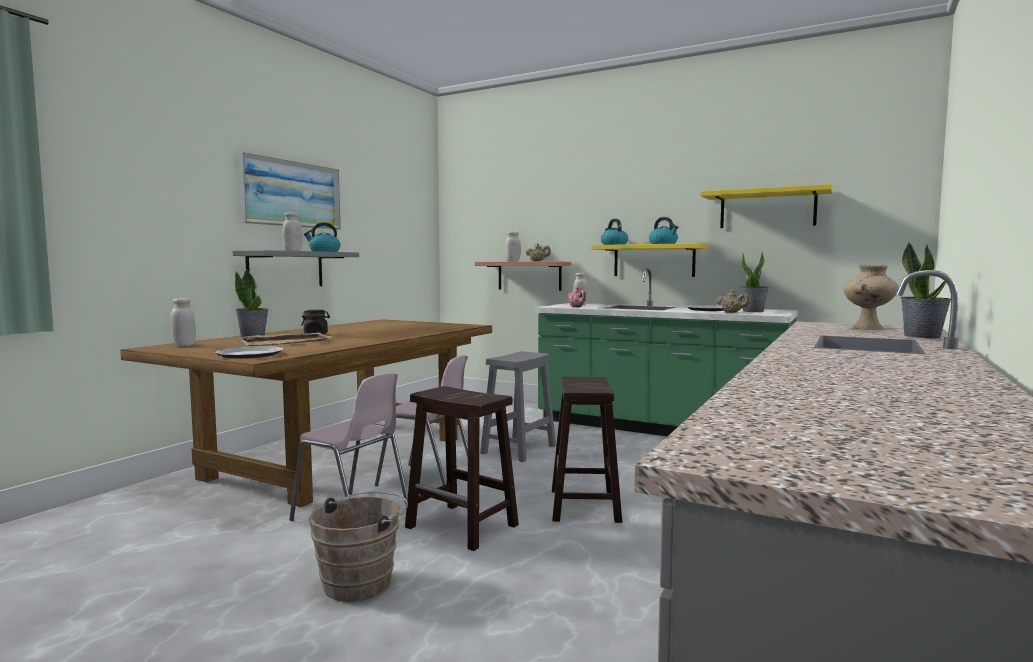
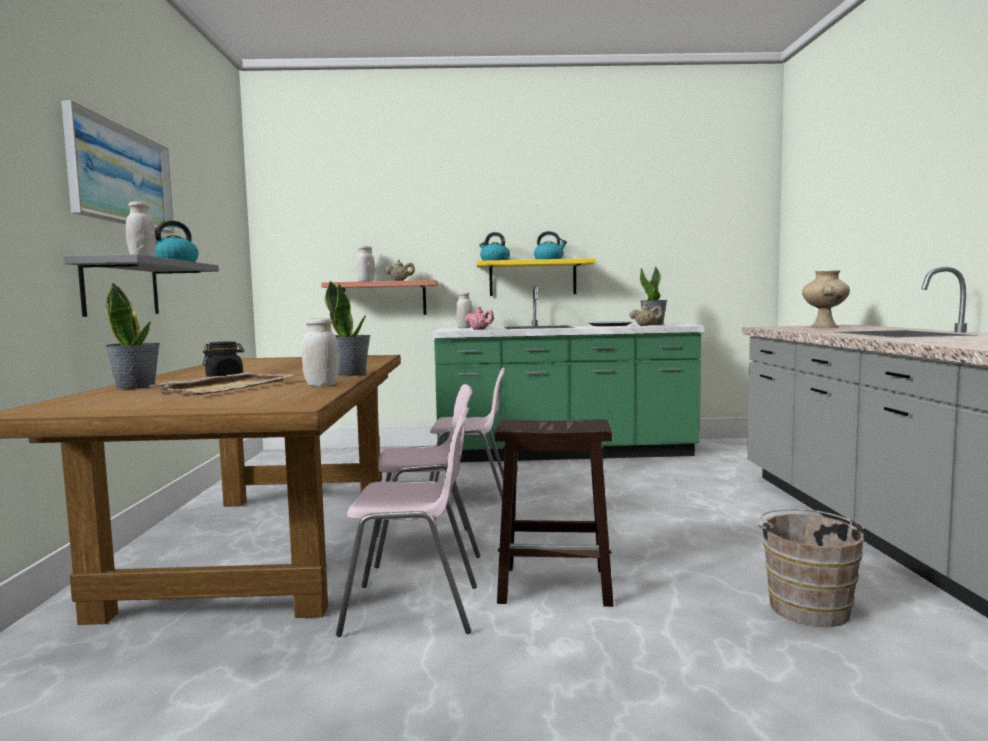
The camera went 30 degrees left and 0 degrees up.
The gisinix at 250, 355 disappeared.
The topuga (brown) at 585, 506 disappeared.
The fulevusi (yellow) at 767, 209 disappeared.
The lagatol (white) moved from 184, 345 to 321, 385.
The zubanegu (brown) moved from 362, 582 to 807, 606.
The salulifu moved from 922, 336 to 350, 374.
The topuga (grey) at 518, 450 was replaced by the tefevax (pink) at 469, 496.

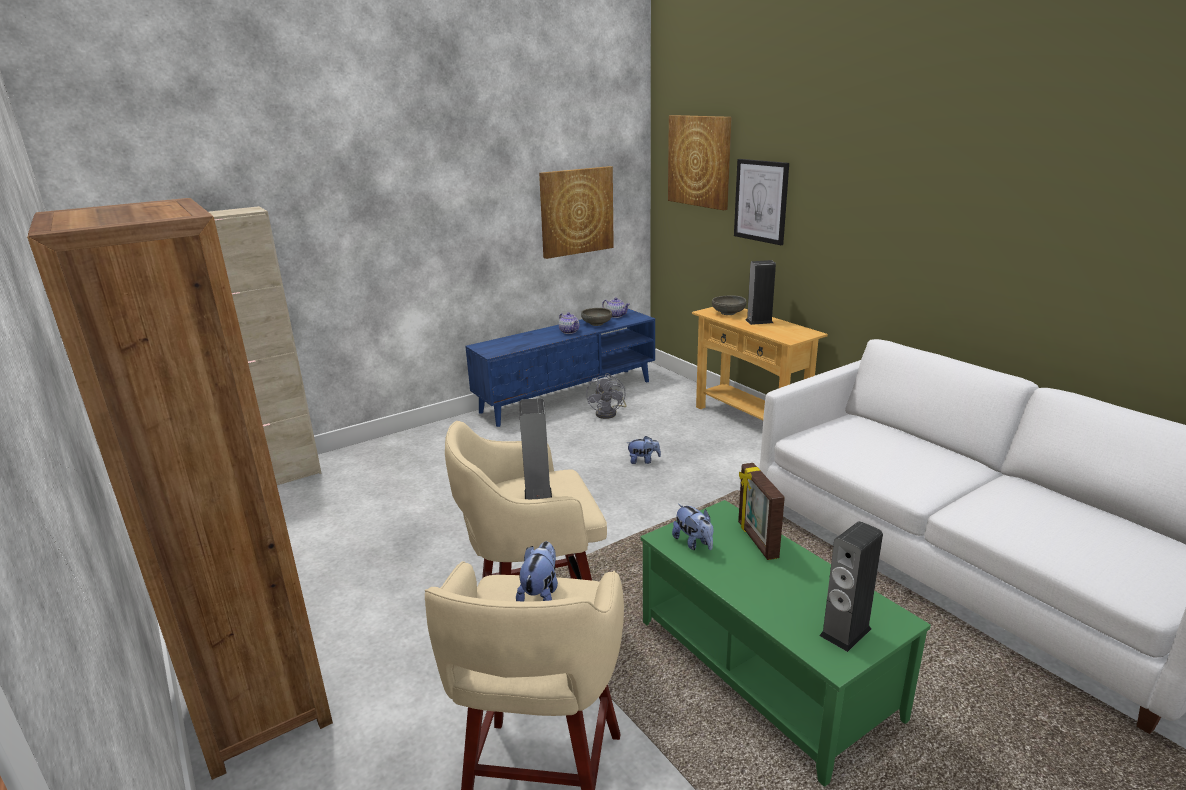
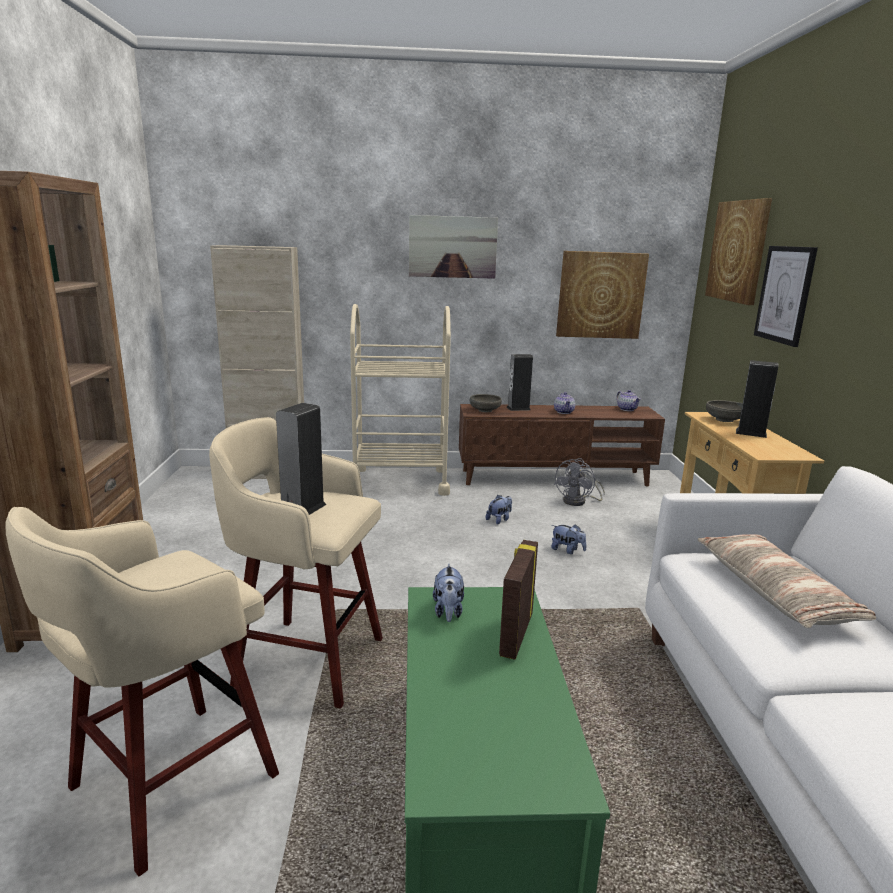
The camera went 30 degrees right and 5 degrees down.
The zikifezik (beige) at 400, 481 appeared.
The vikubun at 452, 247 appeared.
The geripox at 774, 592 appeared.
The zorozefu moved from 540, 594 to 499, 520.
The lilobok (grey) moved from 596, 324 to 485, 410.
The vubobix moved from 845, 632 to 518, 408.
The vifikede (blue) at 567, 396 became the vifikede (brown) at 554, 478.

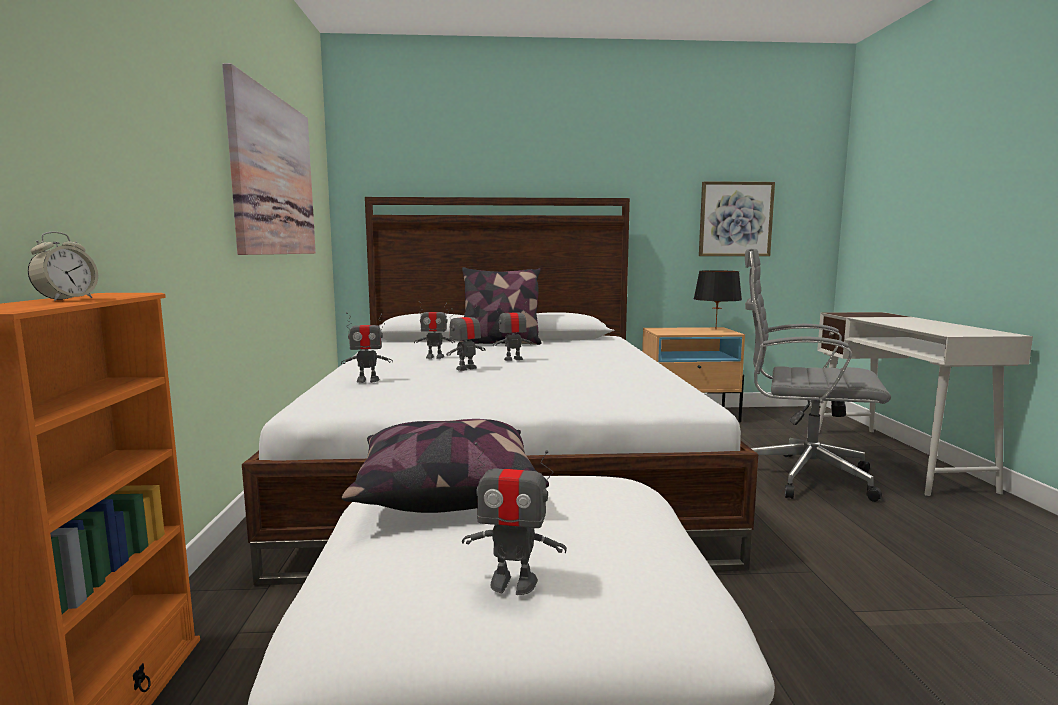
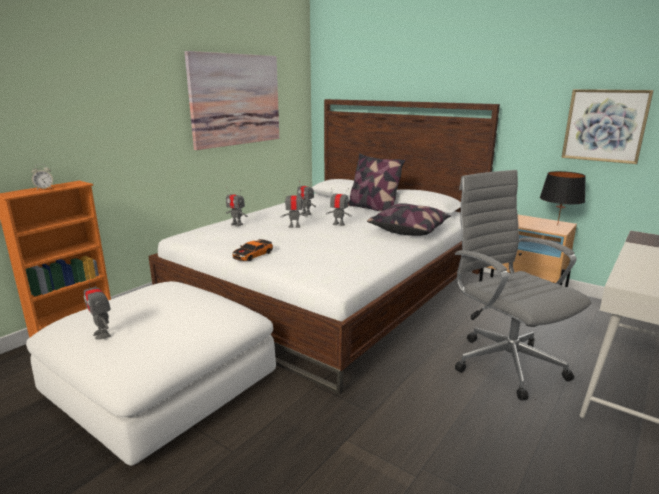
The camera went 40 degrees right and 10 degrees up.
The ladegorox at 253, 255 appeared.
The geripox moved from 446, 491 to 409, 230.

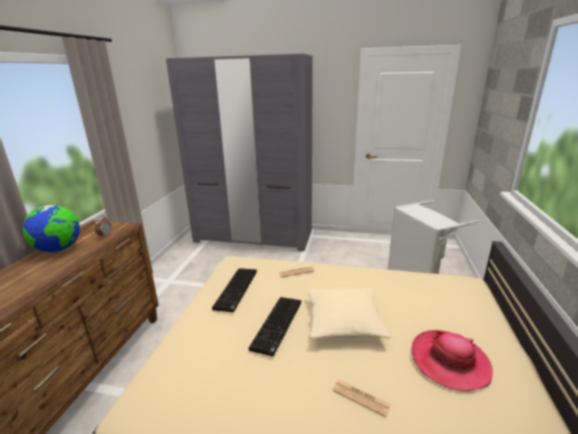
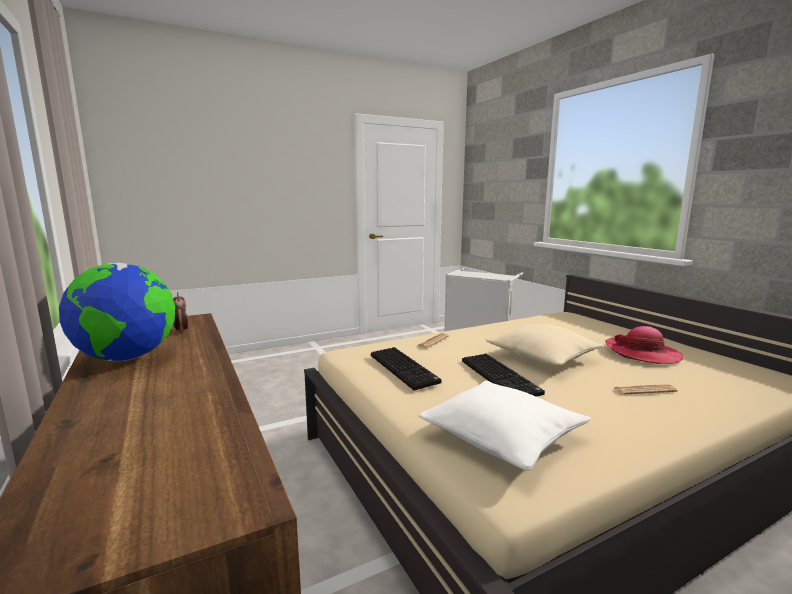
The camera went 40 degrees left and 10 degrees down.
The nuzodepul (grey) at 253, 236 disappeared.
The geripox (white) at 502, 438 appeared.

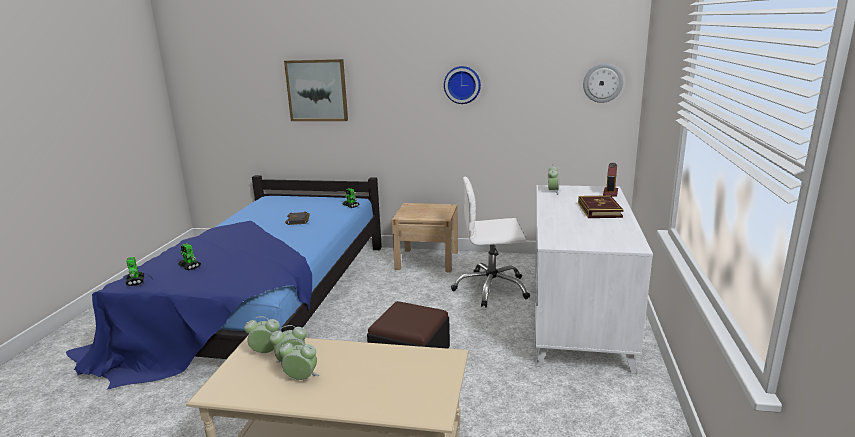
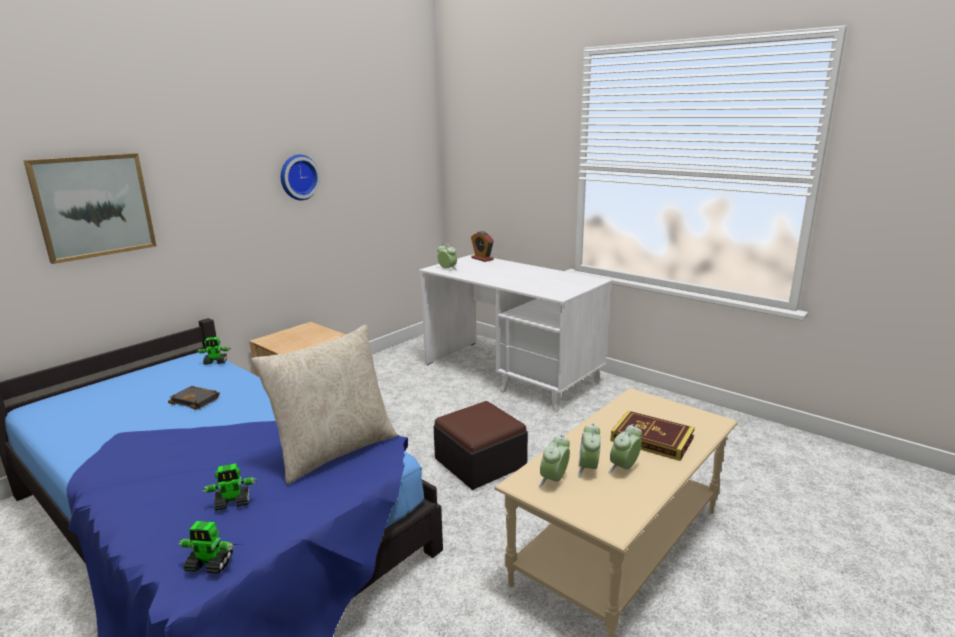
The camera went 60 degrees left and 0 degrees up.
The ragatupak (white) at 491, 289 disappeared.
The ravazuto at 602, 83 disappeared.
The geripox (beige) at 334, 450 appeared.
The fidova moved from 599, 210 to 652, 439.

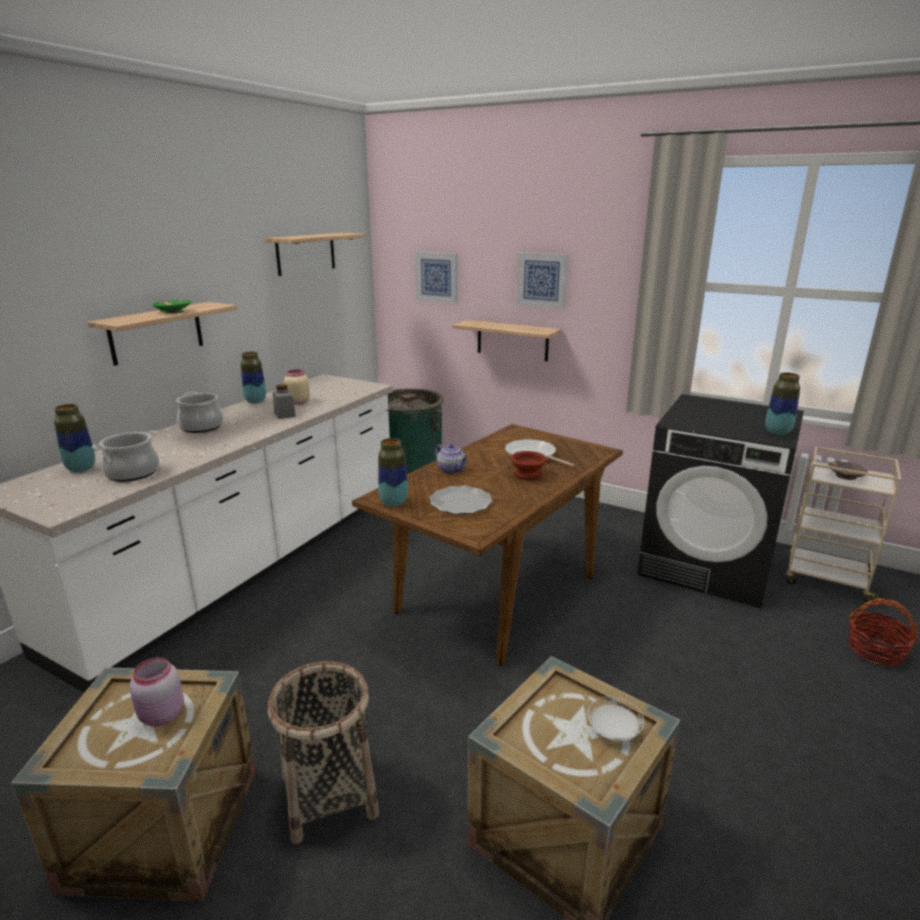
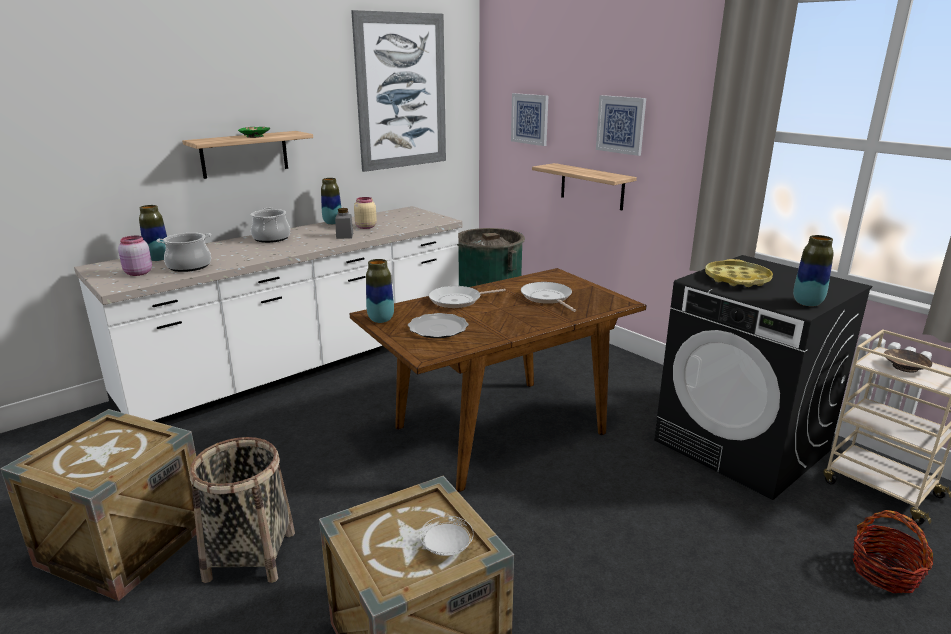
The camera went 20 degrees right and 0 degrees up.
The lilobok (brown) at 527, 475 disappeared.
The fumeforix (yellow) at 737, 279 appeared.
The lagatol (pink) moved from 161, 716 to 137, 273.
The fulevusi at 306, 253 was replaced by the vikubun at 402, 92.
The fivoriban at 452, 470 was replaced by the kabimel at 458, 300.

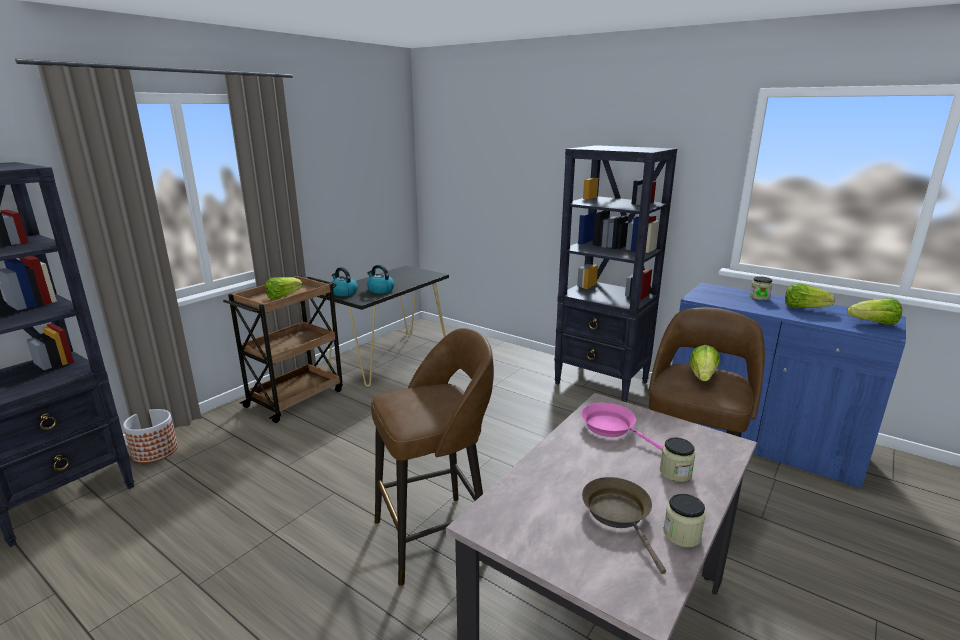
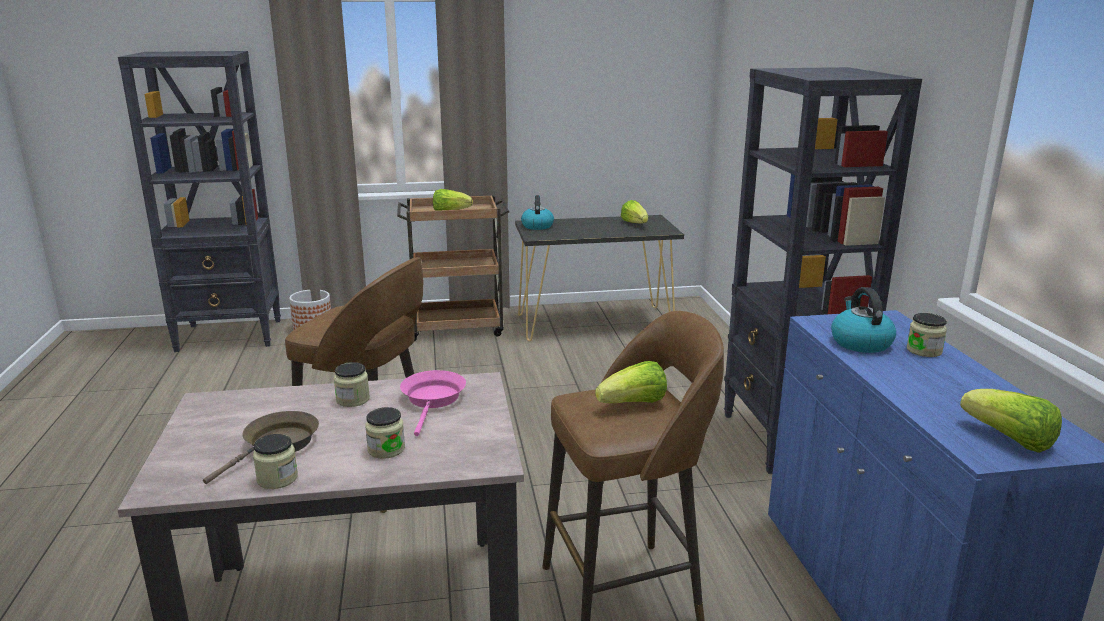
The camera went 45 degrees right and 0 degrees up.
The lagatol at 353, 400 appeared.
The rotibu moved from 380, 290 to 860, 342.
The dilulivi moved from 803, 308 to 635, 224.

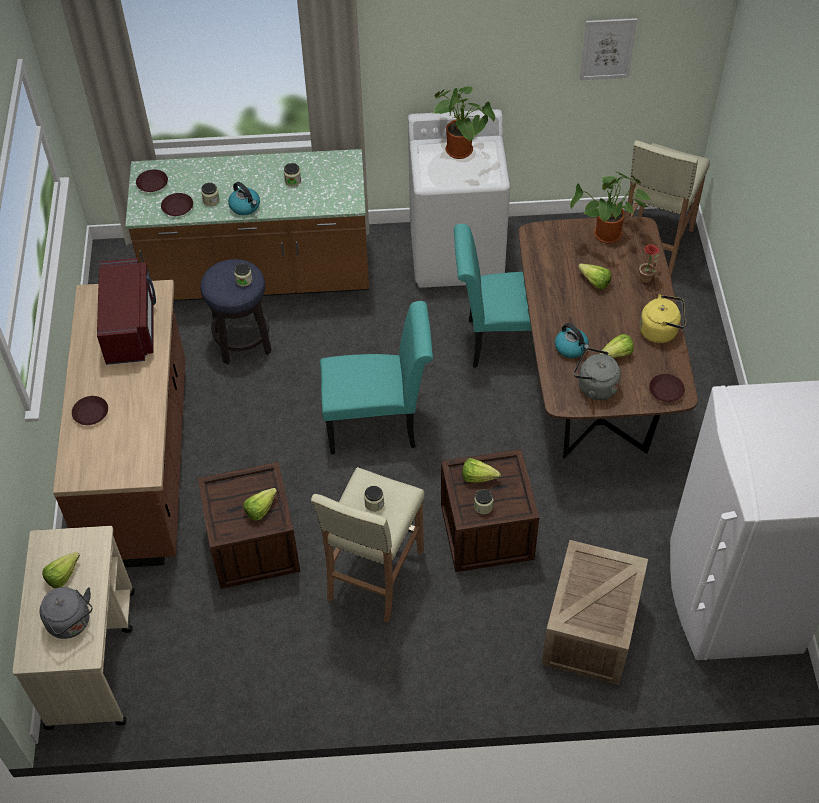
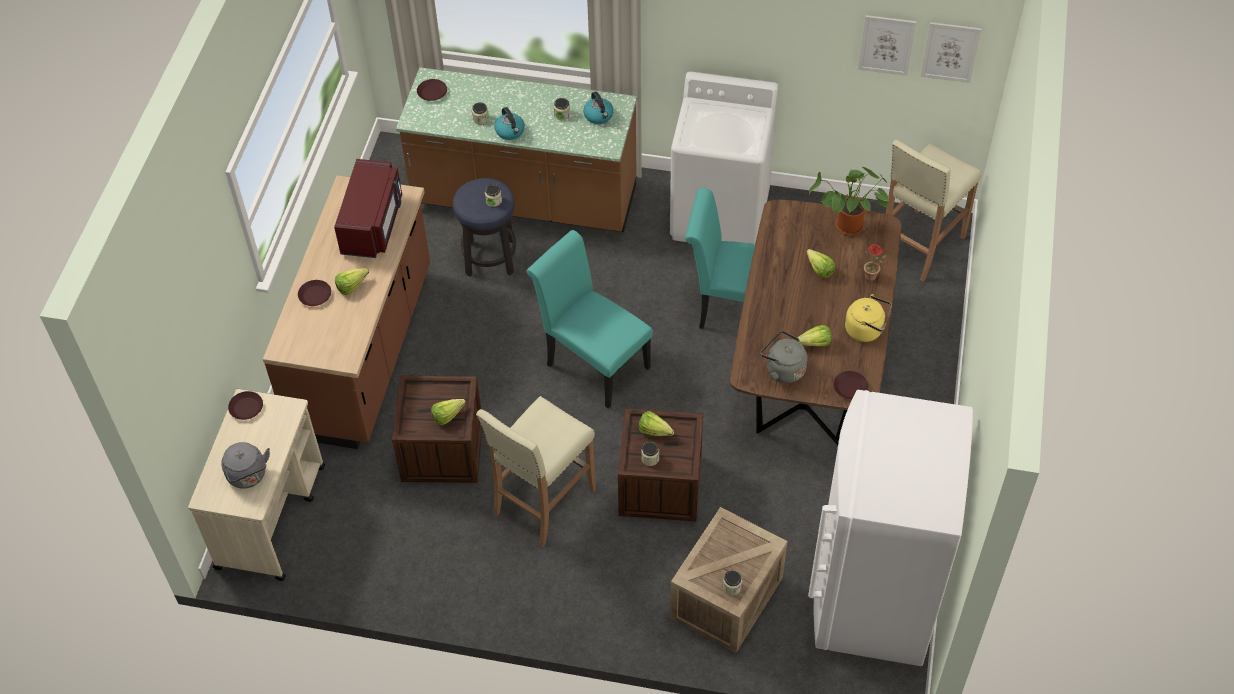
The camera went 15 degrees right and 0 degrees up.
The salulifu at 462, 152 disappeared.
The vikubun at 950, 52 appeared.
The dilulivi moved from 66, 574 to 354, 285.
The gisinix (brown) moved from 177, 207 to 246, 407.
The lagatol moved from 374, 503 to 732, 587.
The rotibu moved from 571, 348 to 599, 116.
The tefevax (turquoise) at 379, 423 turned 150 degrees counterclockwise.

